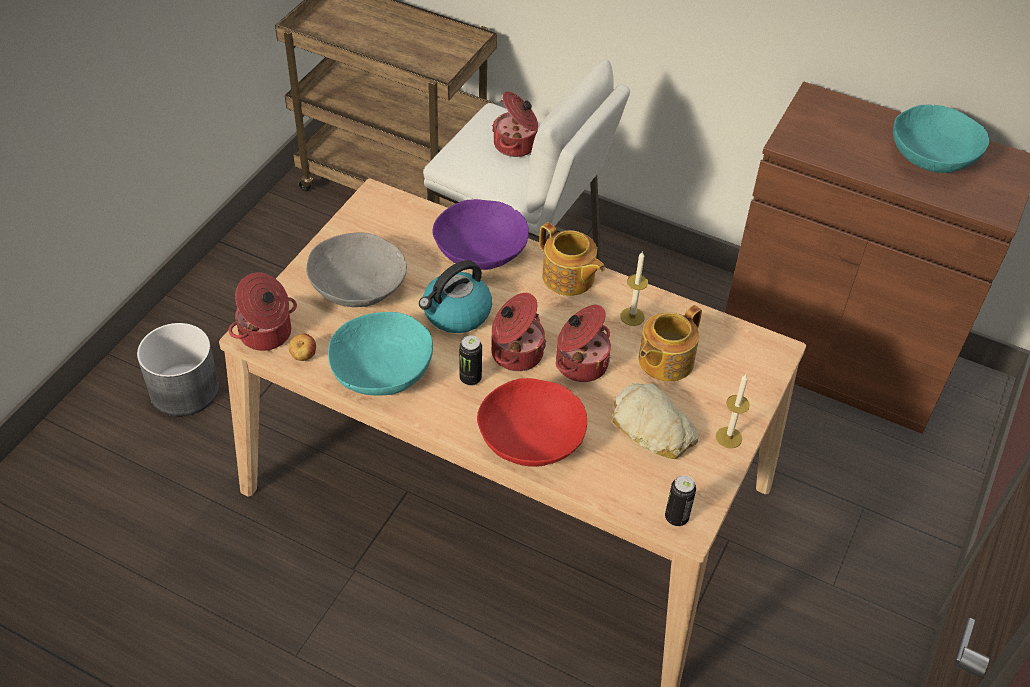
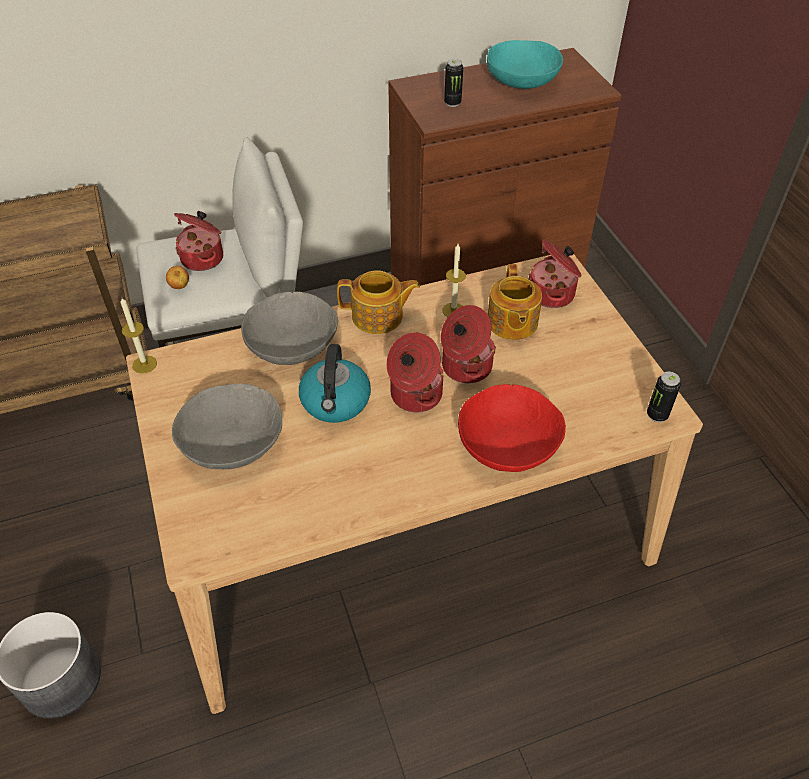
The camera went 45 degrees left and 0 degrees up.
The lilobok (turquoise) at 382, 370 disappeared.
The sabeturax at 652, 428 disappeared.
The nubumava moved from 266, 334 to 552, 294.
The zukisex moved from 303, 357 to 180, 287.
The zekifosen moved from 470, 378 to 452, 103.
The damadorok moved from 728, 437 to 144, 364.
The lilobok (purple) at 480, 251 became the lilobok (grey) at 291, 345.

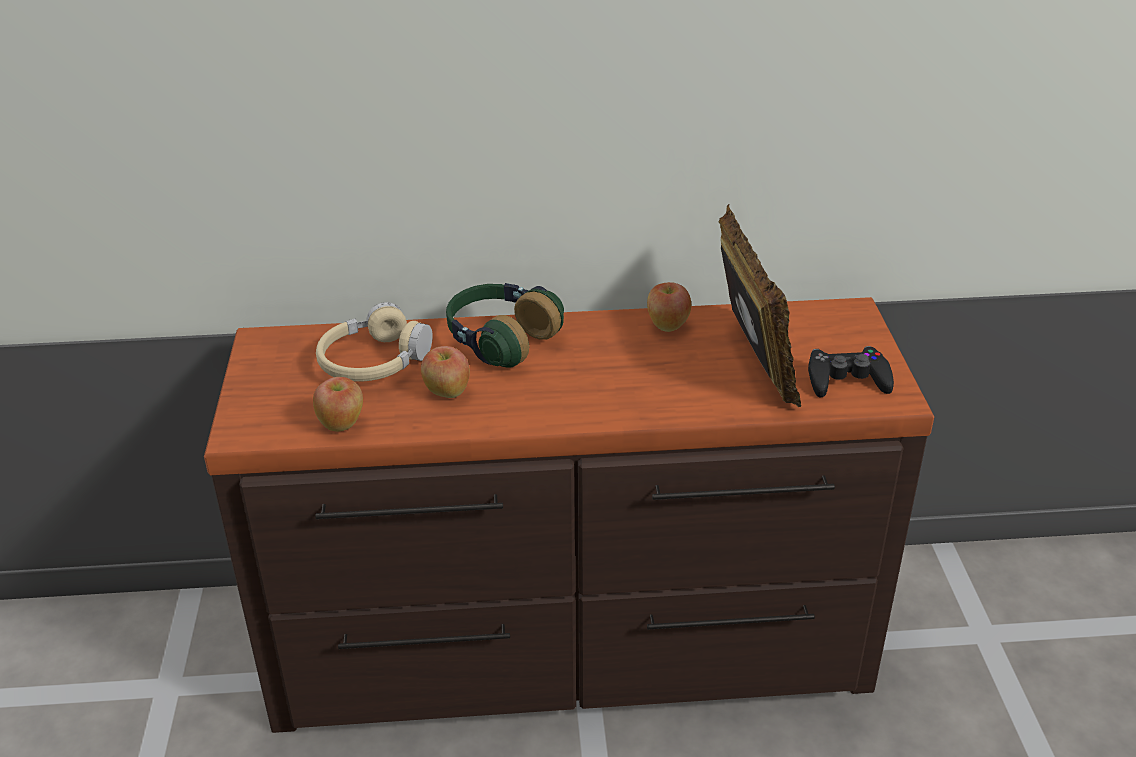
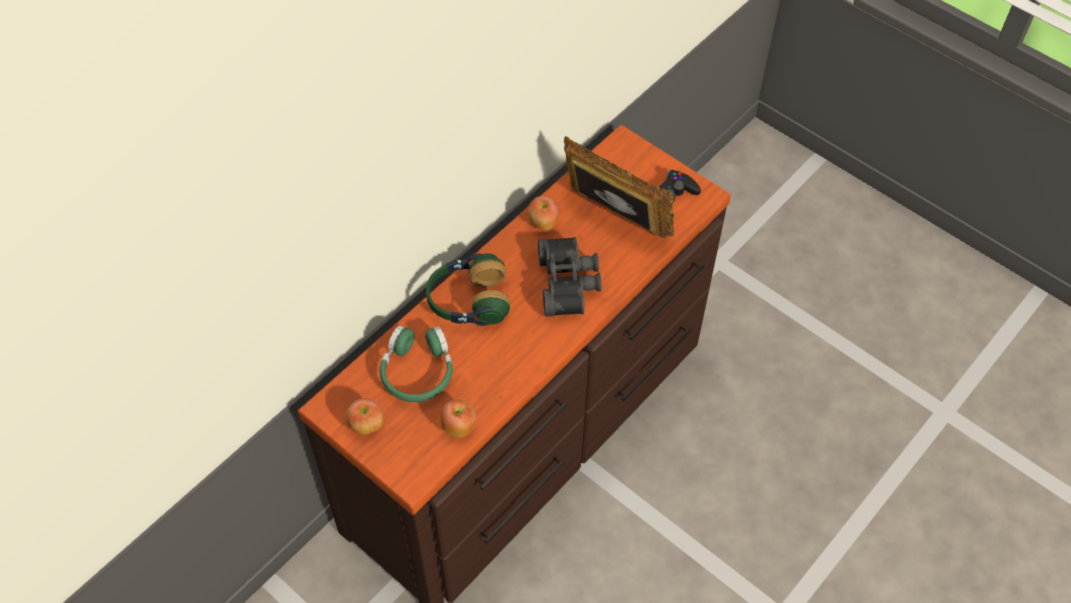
The camera went 45 degrees left and 20 degrees up.
The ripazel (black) at 569, 283 appeared.
The zukisex moved from 447, 392 to 367, 426.
The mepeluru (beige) at 374, 362 became the mepeluru (green) at 417, 371.

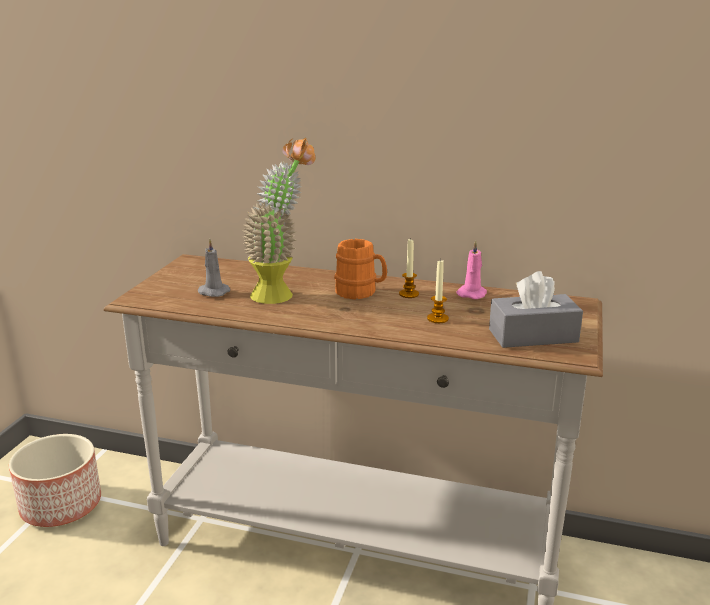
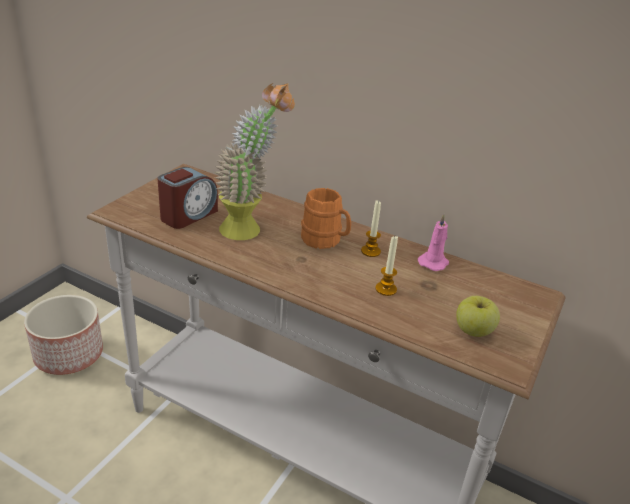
The camera went 10 degrees right and 10 degrees up.
The damadorok (grey) at 212, 292 was replaced by the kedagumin at 188, 215.
The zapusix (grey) at 533, 336 was replaced by the zukisex at 473, 331.

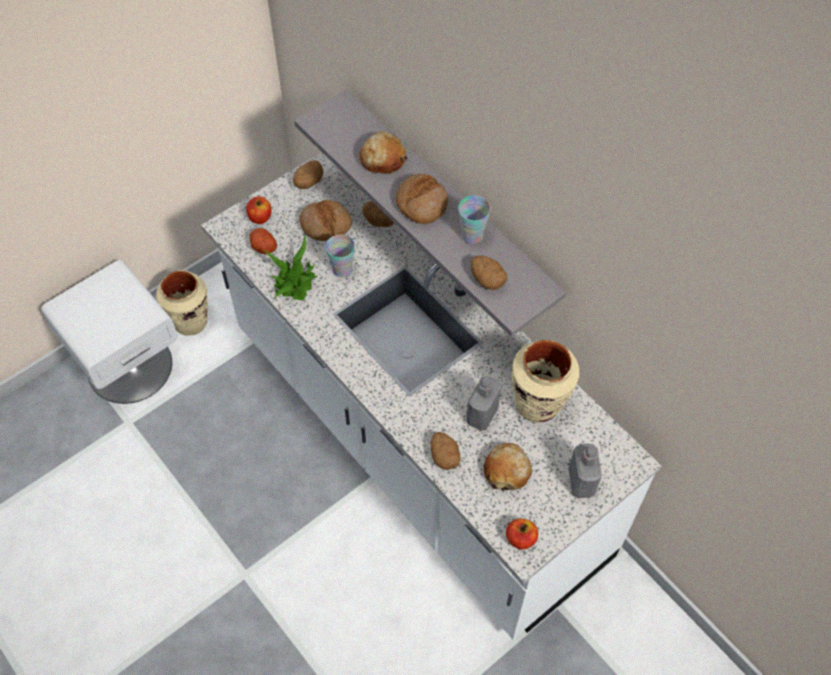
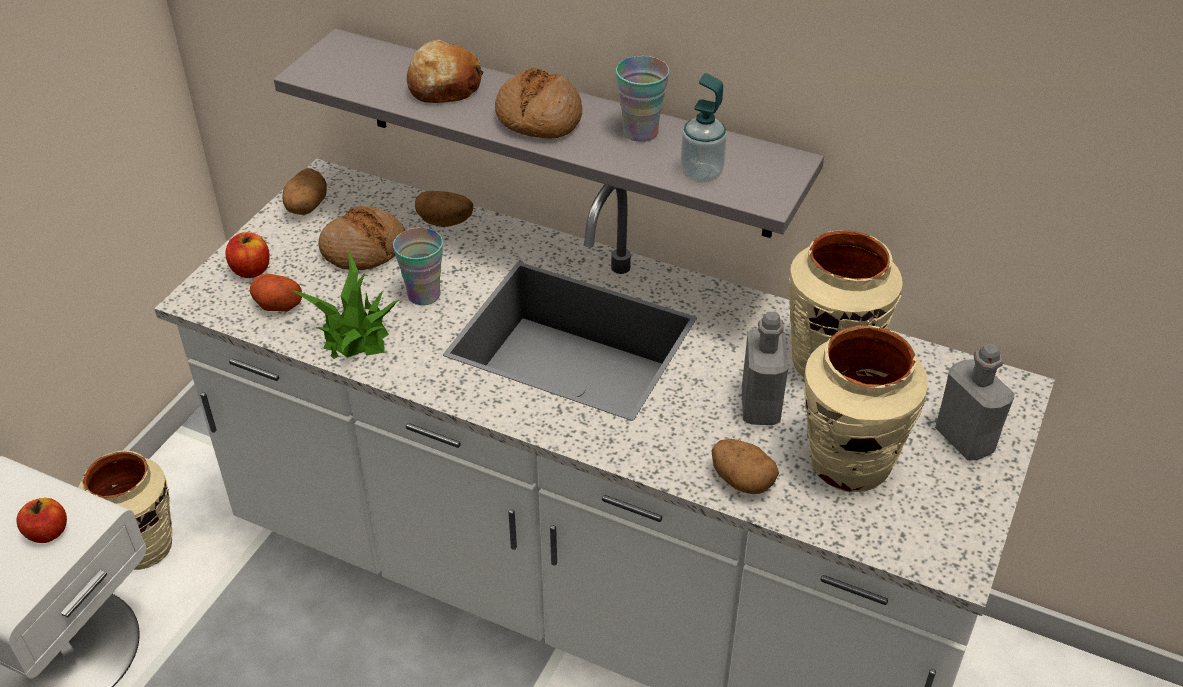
The camera went 25 degrees left and 15 degrees down.
The zukisex moved from 520, 539 to 47, 532.
The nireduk at 487, 279 was replaced by the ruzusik at 701, 174.
The sabeturax at 507, 470 was replaced by the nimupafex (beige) at 848, 464.

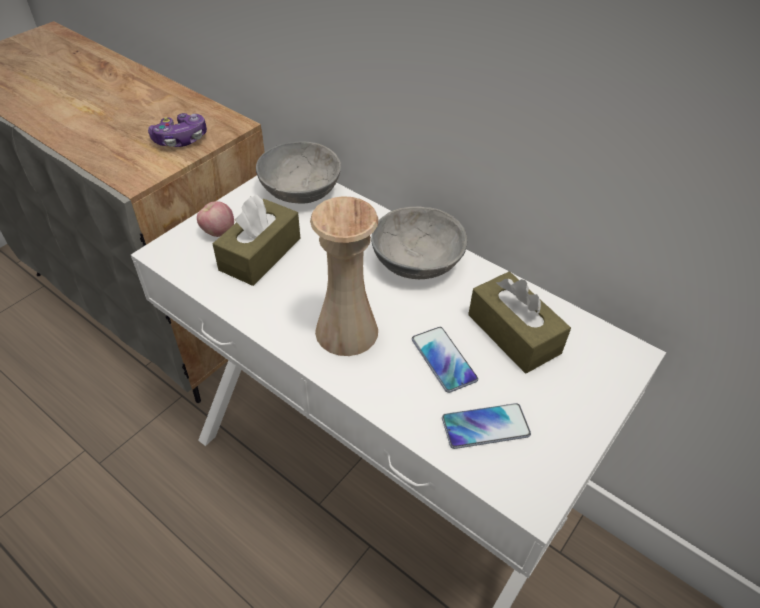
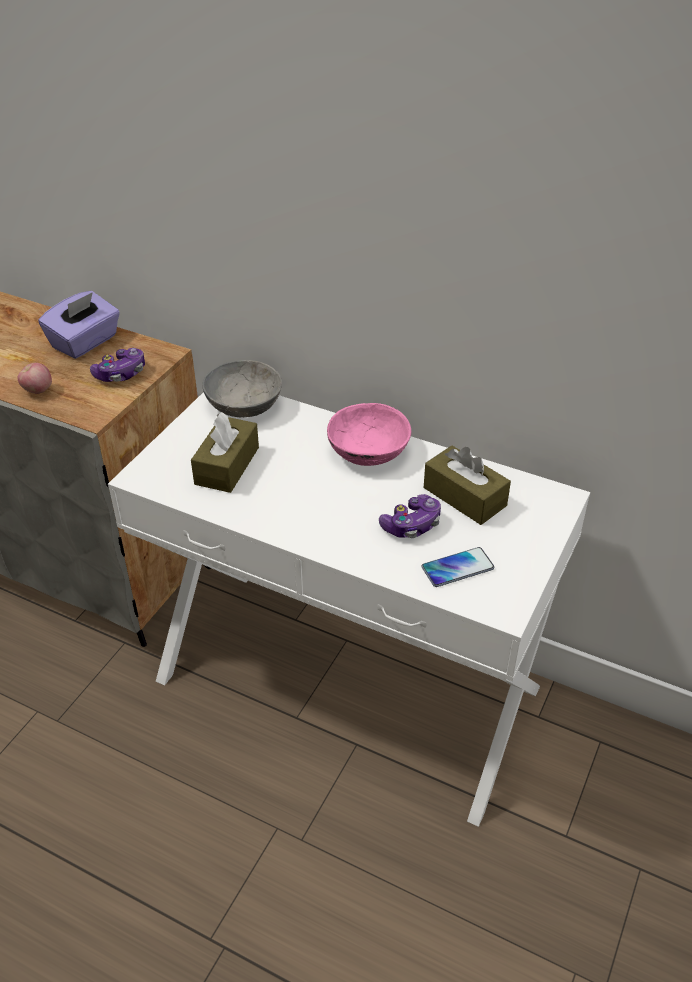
The camera went 10 degrees left and 5 degrees down.
The nimupafex (beige) at 346, 331 disappeared.
The zapusix (purple) at 85, 342 appeared.
The zukisex moved from 218, 232 to 37, 391.
The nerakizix at 443, 360 was replaced by the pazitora at 411, 525.
The lilobok (grey) at 416, 261 became the lilobok (pink) at 367, 451.

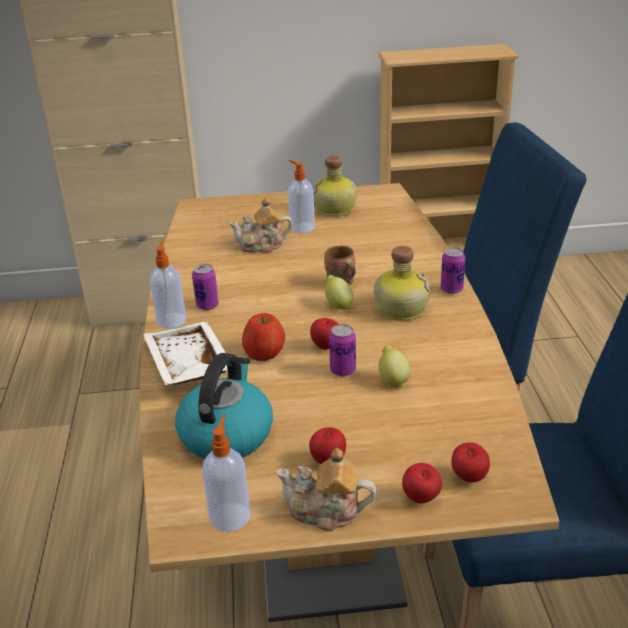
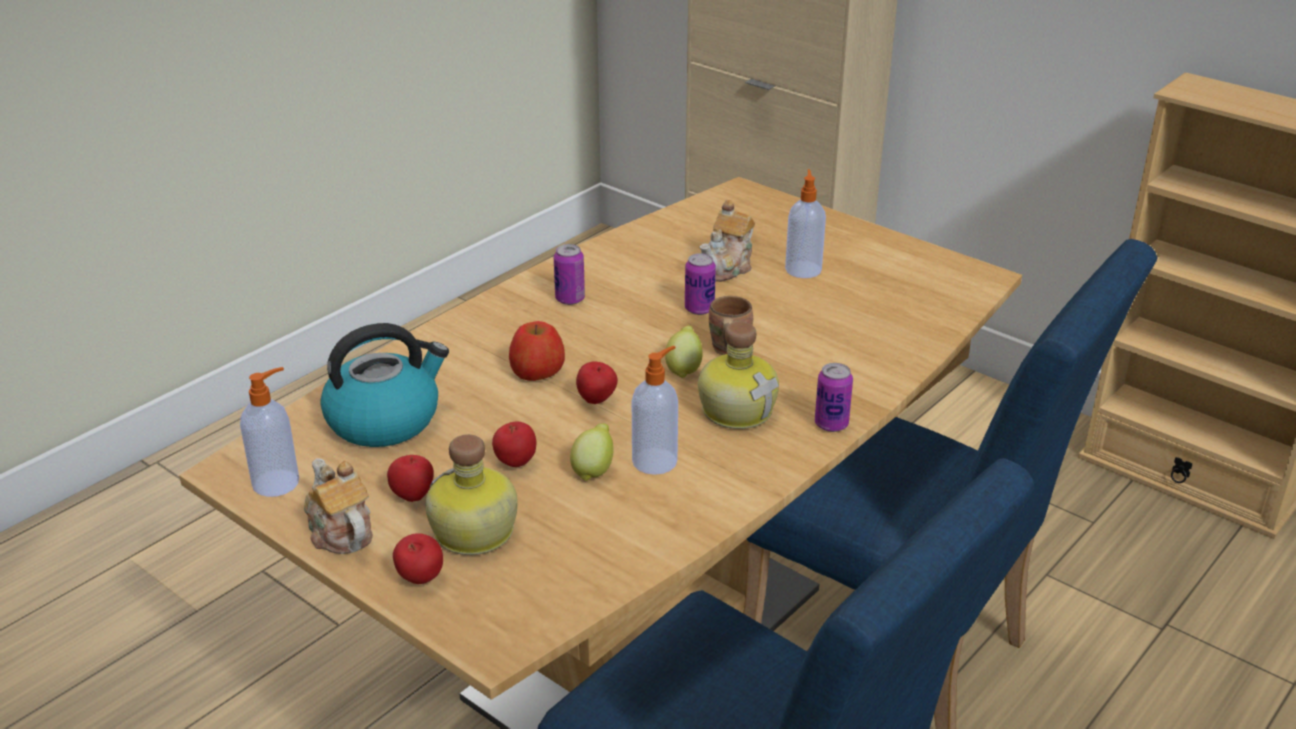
The camera went 45 degrees right and 0 degrees up.
The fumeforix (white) at 187, 366 disappeared.
The ruzusik moved from 171, 320 to 656, 460.
The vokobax moved from 335, 209 to 473, 533.
The zekifosen moved from 343, 370 to 699, 309.
The zukisex moved from 468, 478 to 515, 463.
The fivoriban at 262, 245 turned 90 degrees counterclockwise.

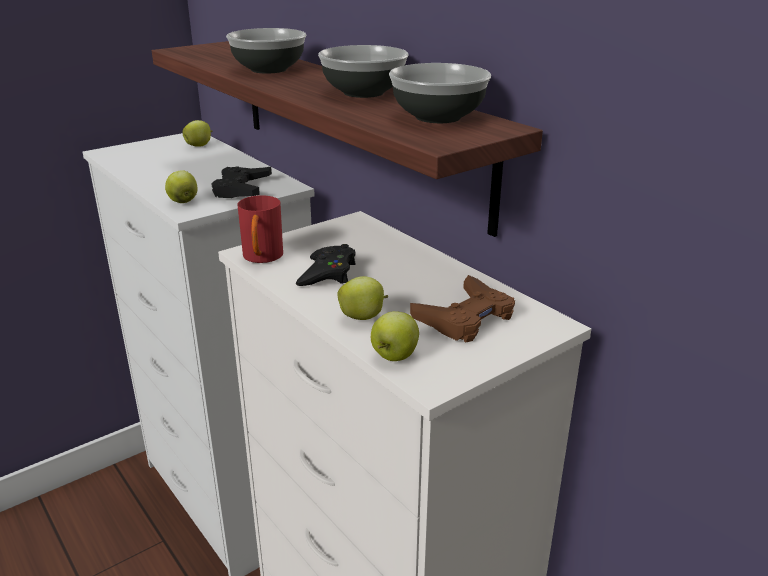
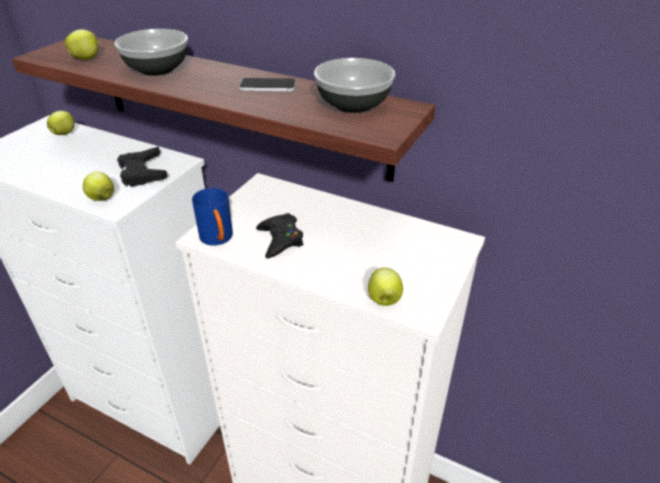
The camera went 25 degrees left and 10 degrees up.
The pazitora (brown) at 465, 317 disappeared.
The zukisex moved from 363, 317 to 87, 59.
The lilobok at 363, 92 was replaced by the nerakizix at 267, 86.
The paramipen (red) at 262, 259 became the paramipen (blue) at 218, 240.

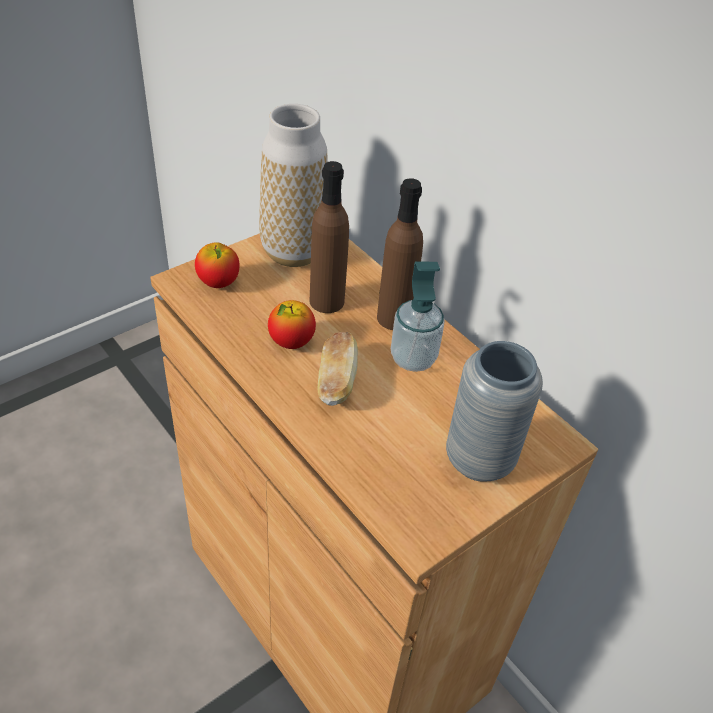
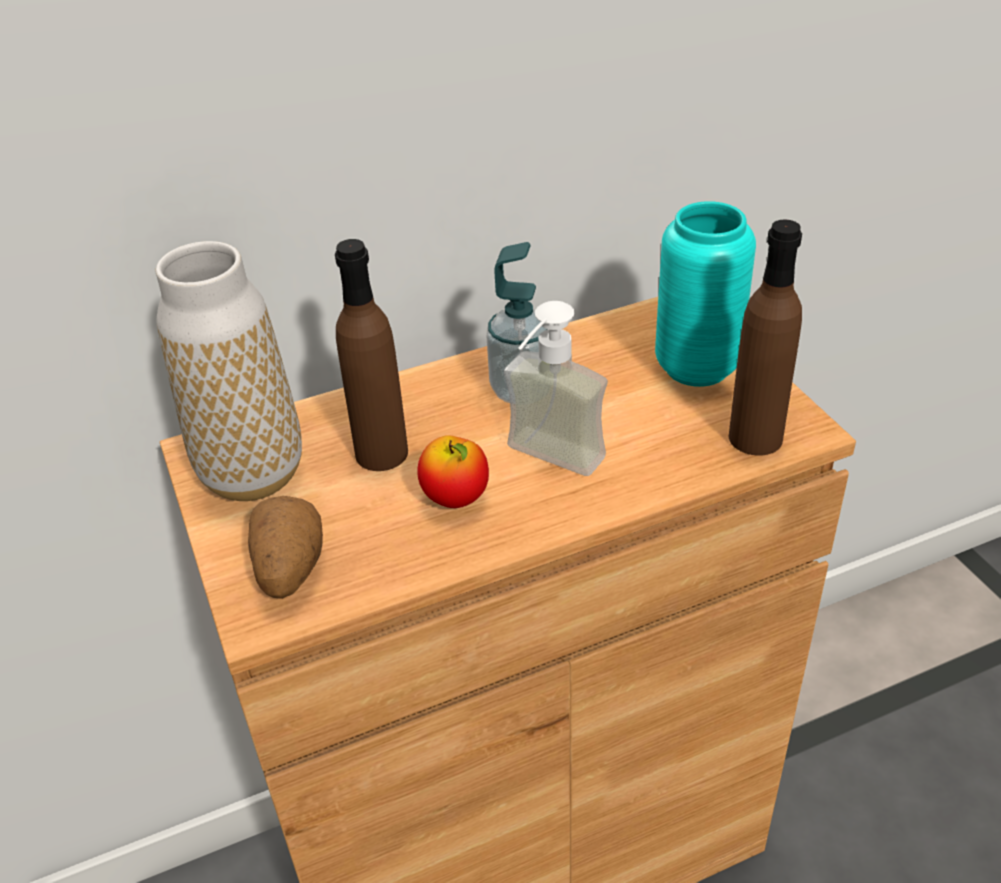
The camera went 70 degrees left and 5 degrees down.
The vokobax (brown) moved from 394, 318 to 755, 437.
The zukisex at 218, 283 was replaced by the nireduk at 288, 569.
The sabeturax at 336, 381 was replaced by the ruzusik at 545, 464.
The nimupafex (grey) at 479, 460 became the nimupafex (turquoise) at 696, 367.

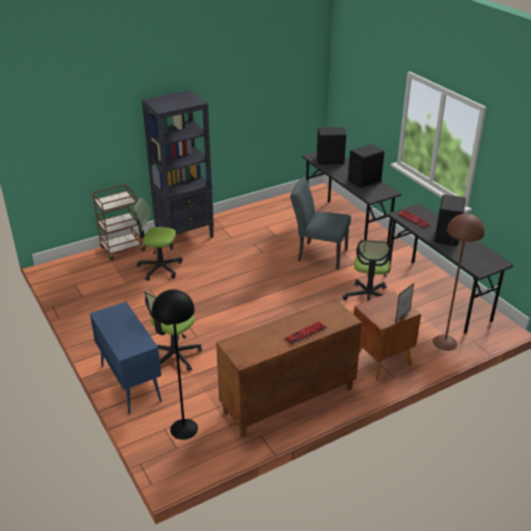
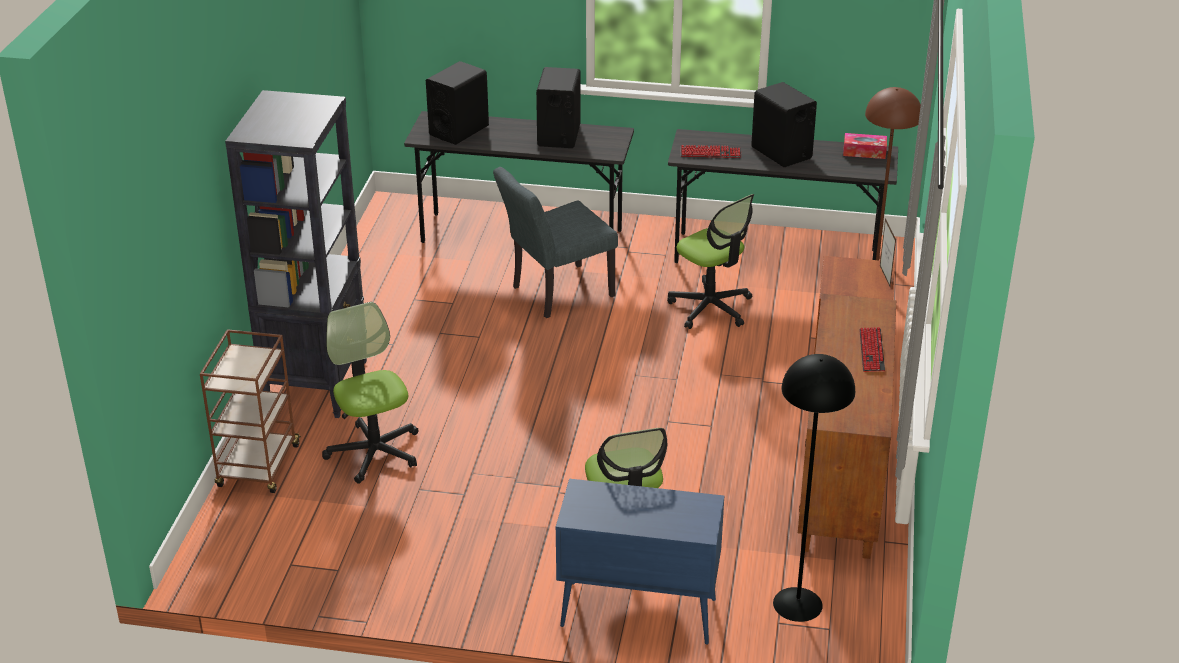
The camera went 50 degrees left and 0 degrees up.
The zapusix at 864, 152 appeared.
The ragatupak at 159, 268 turned 105 degrees clockwise.

